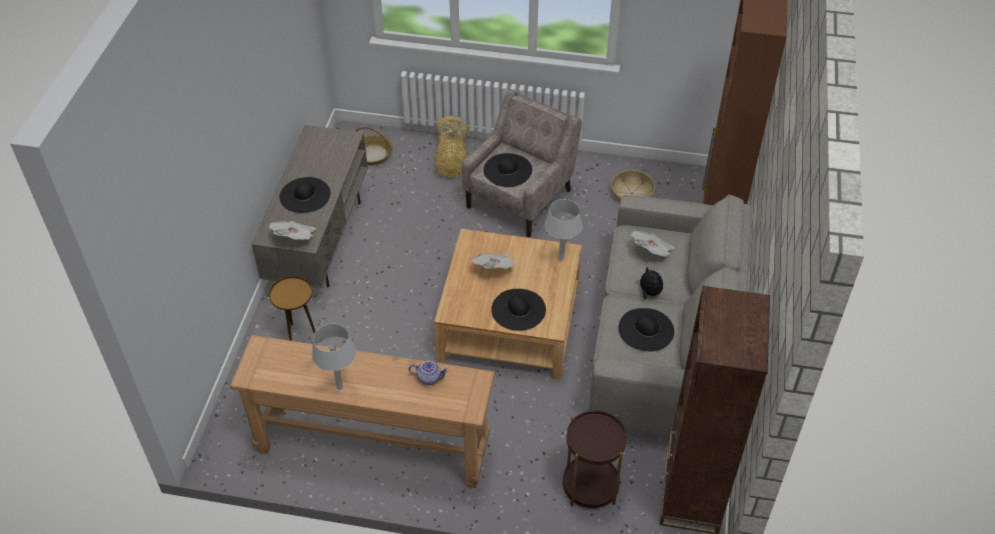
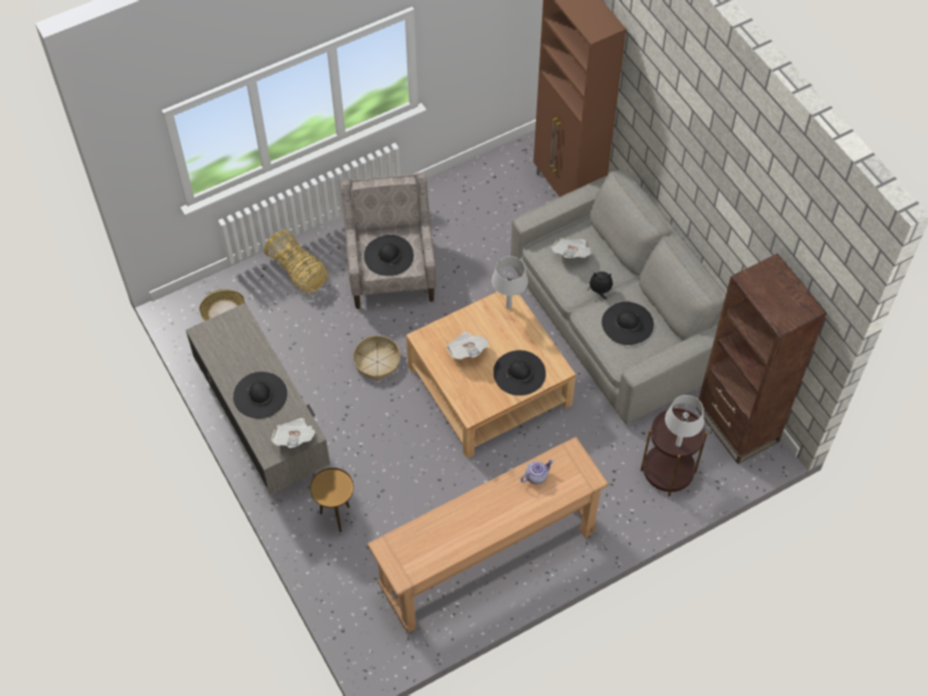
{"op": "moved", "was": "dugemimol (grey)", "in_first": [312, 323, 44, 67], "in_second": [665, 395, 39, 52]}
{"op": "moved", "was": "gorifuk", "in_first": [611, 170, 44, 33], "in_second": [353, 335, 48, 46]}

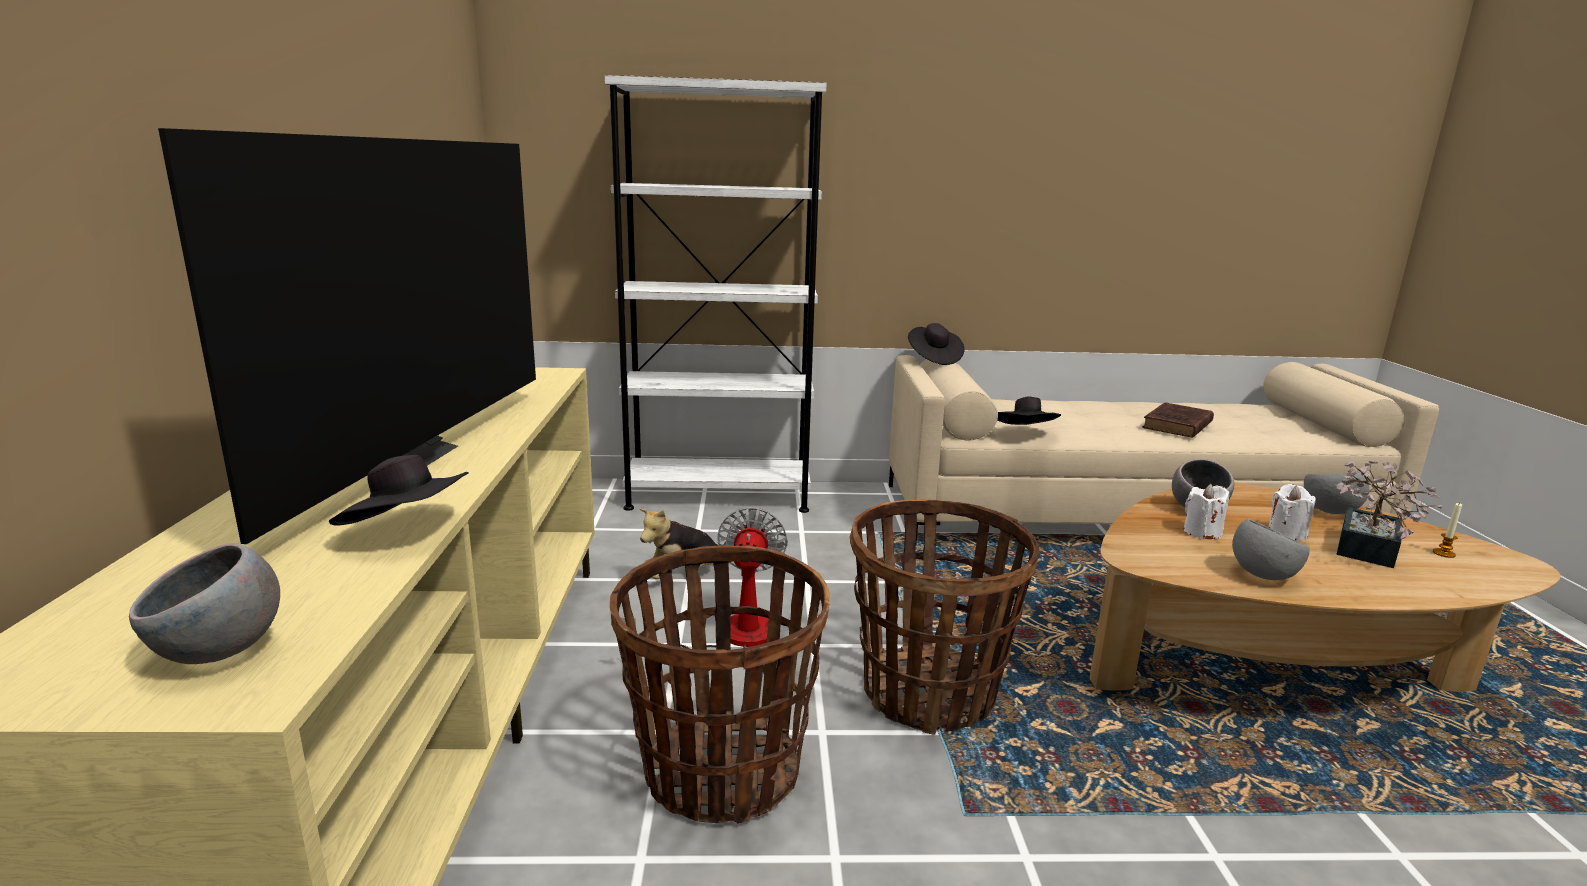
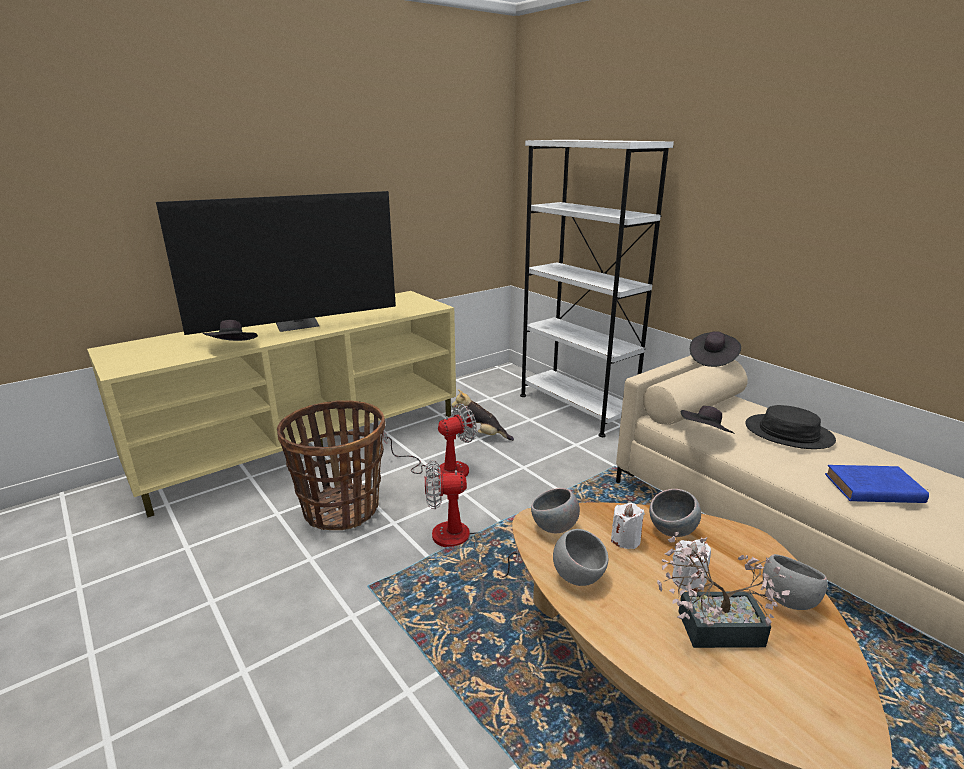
{"op": "removed", "was": "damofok", "in_first": [1433, 502, 29, 56]}
{"op": "added", "now": "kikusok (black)", "in_second": [745, 405, 91, 44]}
{"op": "moved", "was": "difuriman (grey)", "in_first": [129, 543, 151, 121], "in_second": [531, 488, 49, 45]}
{"op": "replaced", "was": "gorifuk", "now": "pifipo", "in_first": [850, 500, 189, 235], "in_second": [425, 460, 94, 118]}
{"op": "recoloured", "was": "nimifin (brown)", "now": "nimifin (blue)", "in_first": [1142, 402, 72, 36], "in_second": [825, 465, 104, 38]}

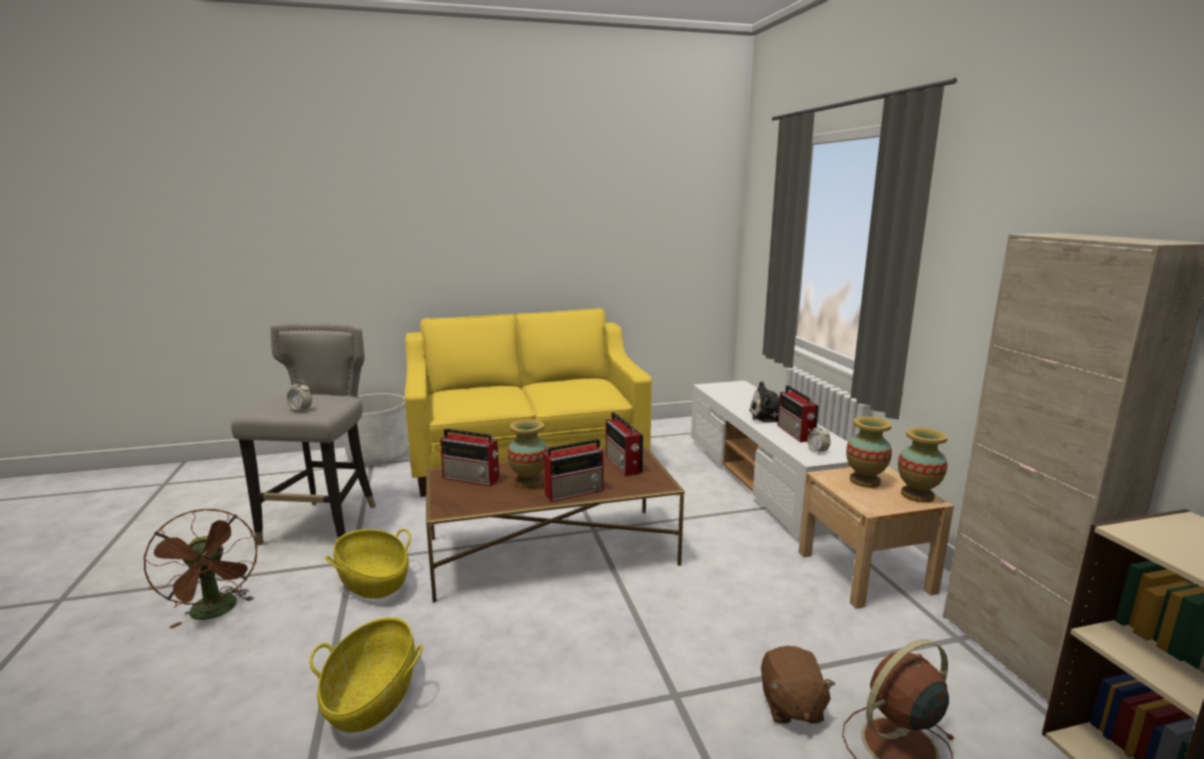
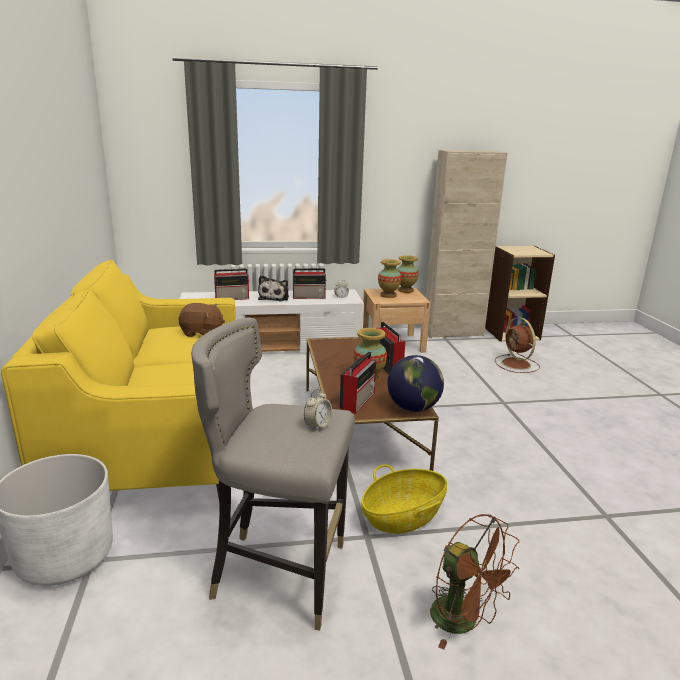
{"op": "removed", "was": "gorifuk", "in_first": [310, 617, 113, 115]}
{"op": "added", "now": "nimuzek", "in_second": [387, 355, 57, 57]}
{"op": "moved", "was": "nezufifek", "in_first": [606, 412, 37, 64], "in_second": [214, 268, 36, 32]}
{"op": "moved", "was": "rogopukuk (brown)", "in_first": [761, 646, 74, 78], "in_second": [179, 303, 46, 34]}
{"op": "turned", "was": "pifipo (brown)", "in_first": [143, 509, 114, 120], "in_second": [430, 514, 90, 135], "clockwise": 75}

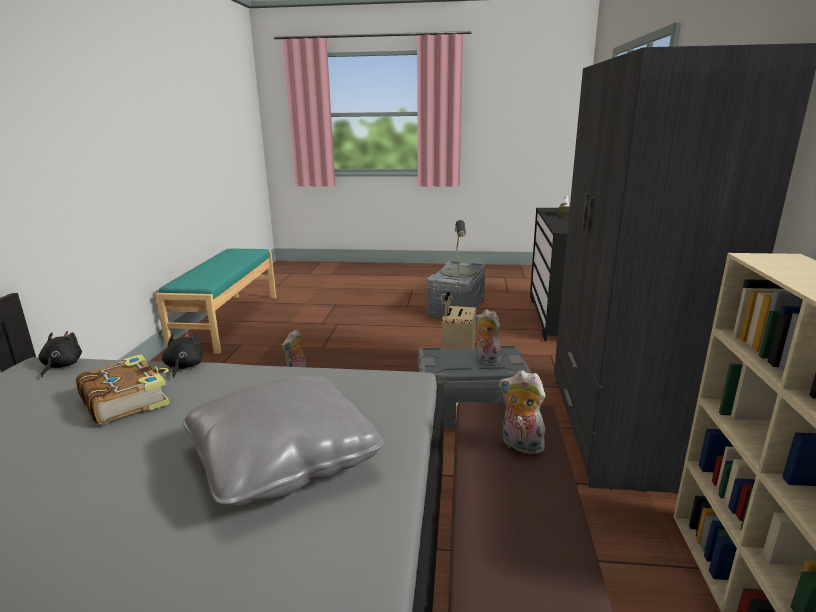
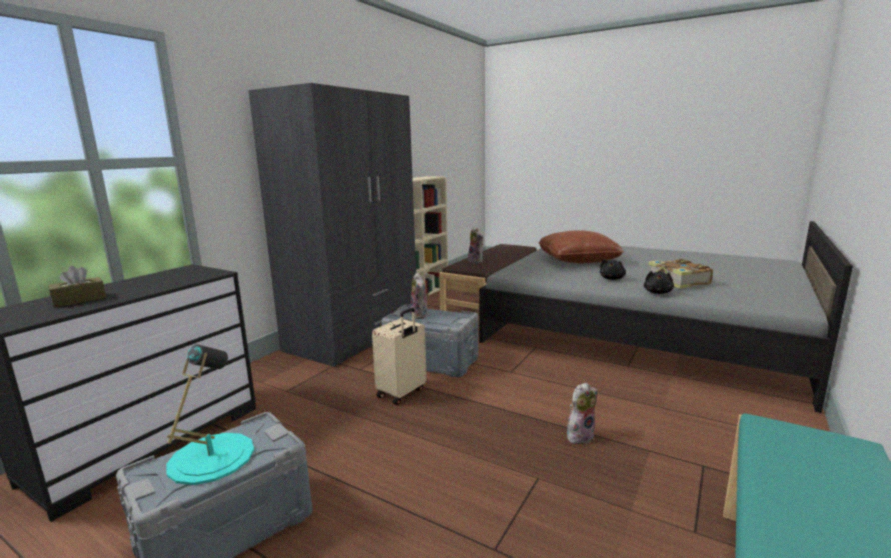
{"op": "moved", "was": "rogopukuk (black)", "in_first": [38, 331, 44, 46], "in_second": [600, 259, 26, 21]}
{"op": "recoloured", "was": "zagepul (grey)", "now": "zagepul (brown)", "in_first": [183, 375, 201, 132], "in_second": [538, 230, 86, 33]}
{"op": "recoloured", "was": "dugemimol (grey)", "now": "dugemimol (turquoise)", "in_first": [441, 220, 36, 58], "in_second": [167, 345, 87, 140]}

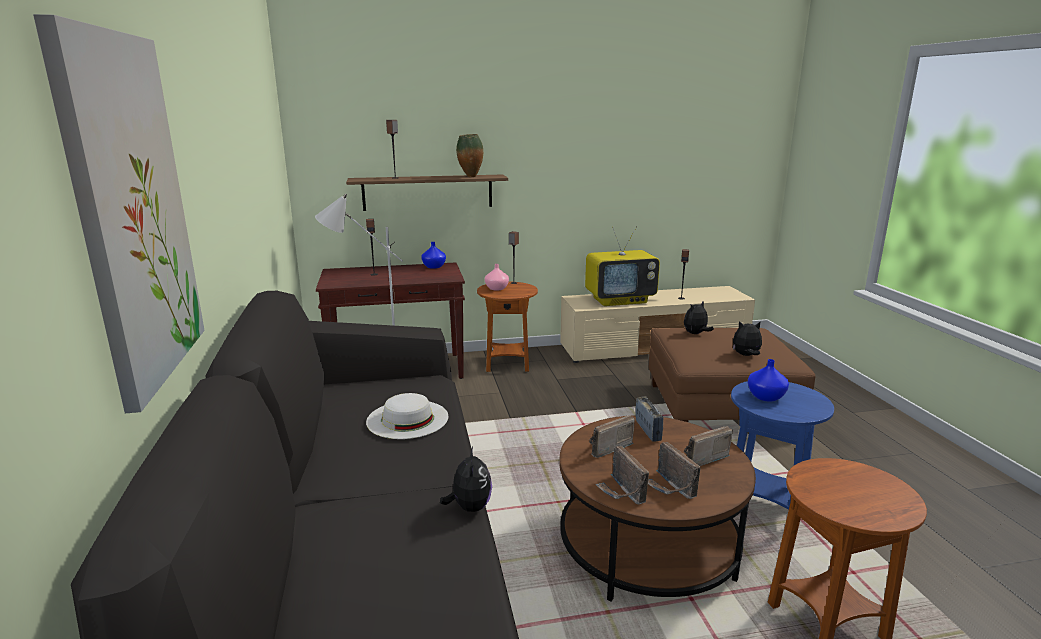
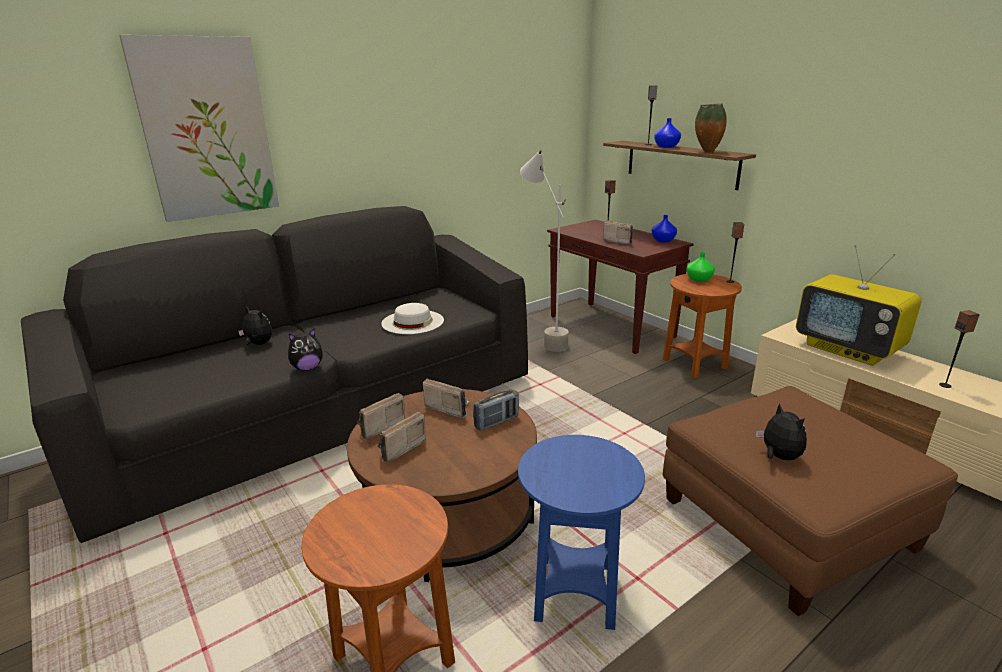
{"op": "moved", "was": "rogopukuk", "in_first": [684, 302, 30, 32], "in_second": [238, 306, 34, 39]}
{"op": "moved", "was": "nezufifek", "in_first": [684, 426, 49, 40], "in_second": [603, 221, 30, 23]}
{"op": "moved", "was": "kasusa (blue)", "in_first": [748, 359, 41, 43], "in_second": [654, 118, 27, 30]}
{"op": "recoloured", "was": "kasusa (pink)", "now": "kasusa (green)", "in_first": [485, 264, 24, 27], "in_second": [686, 252, 29, 30]}

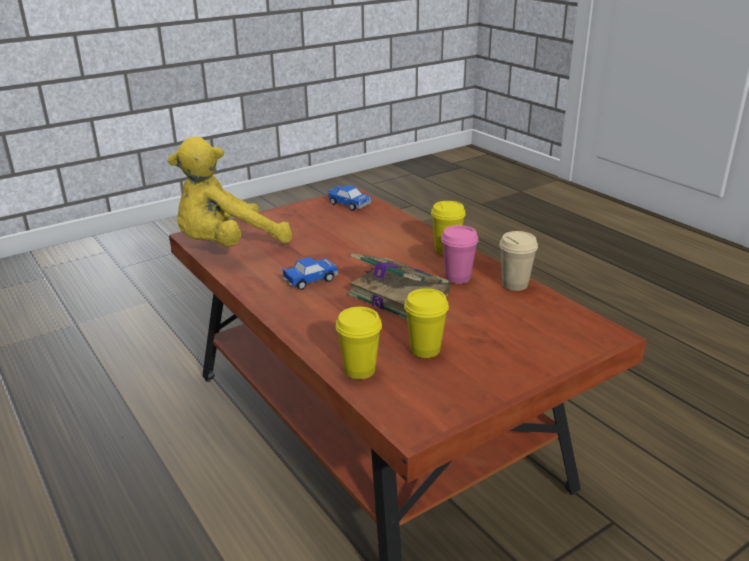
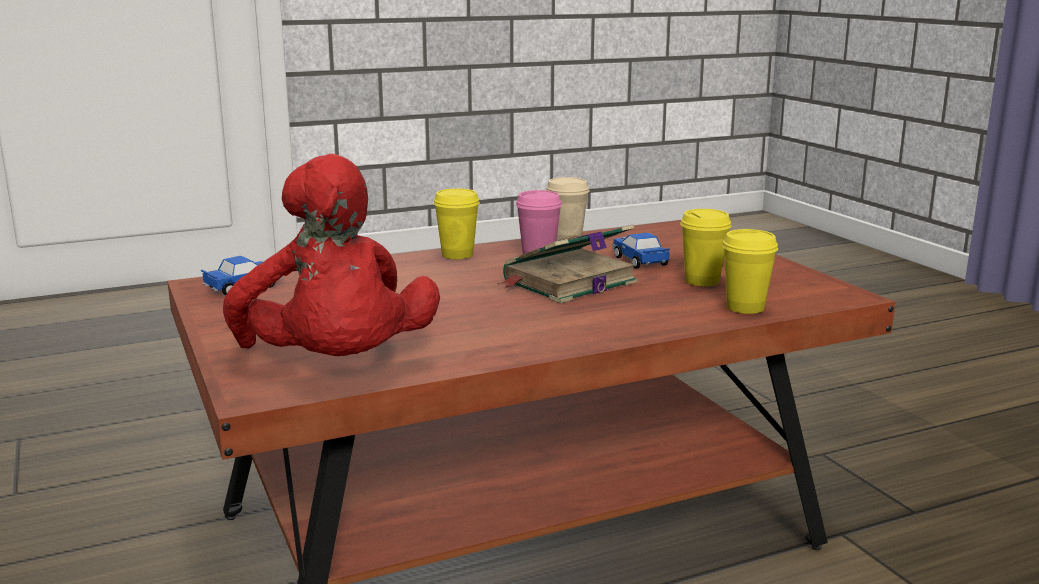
{"op": "moved", "was": "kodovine", "in_first": [282, 257, 56, 33], "in_second": [612, 233, 58, 36]}
{"op": "recoloured", "was": "rogopukuk (yellow)", "now": "rogopukuk (red)", "in_first": [168, 137, 124, 110], "in_second": [223, 154, 217, 202]}

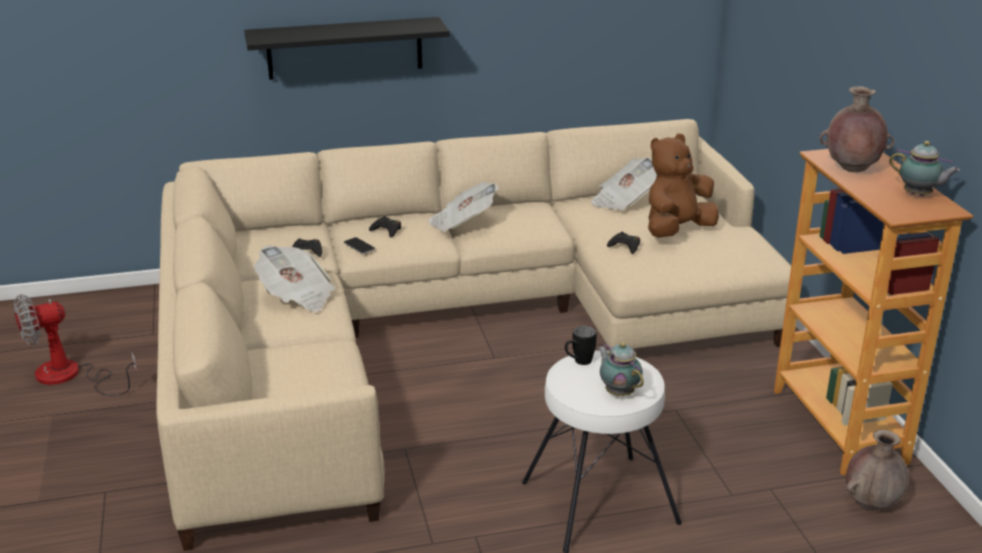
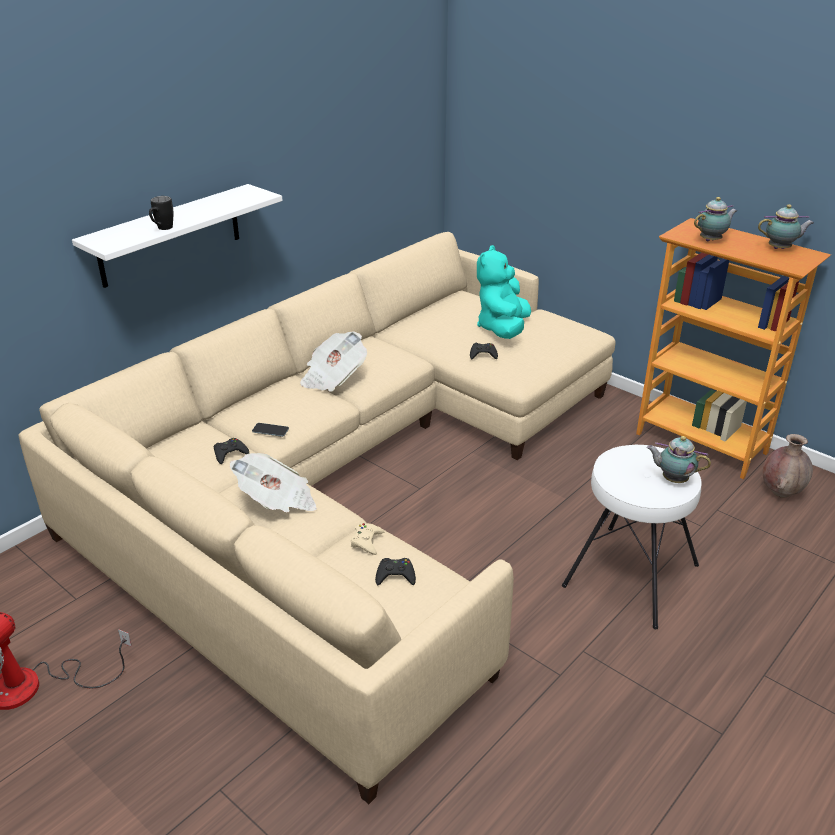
{"op": "removed", "was": "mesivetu", "in_first": [591, 157, 66, 54]}
{"op": "added", "now": "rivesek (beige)", "in_second": [350, 523, 34, 32]}
{"op": "moved", "was": "rivesek (black)", "in_first": [369, 216, 32, 22], "in_second": [375, 558, 41, 27]}
{"op": "moved", "was": "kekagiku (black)", "in_first": [565, 326, 32, 39], "in_second": [149, 196, 24, 34]}
{"op": "replaced", "was": "kasusa (brown)", "now": "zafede", "in_first": [820, 86, 75, 86], "in_second": [694, 197, 43, 45]}
{"op": "recoloured", "was": "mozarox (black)", "now": "mozarox (white)", "in_first": [244, 17, 206, 63], "in_second": [72, 184, 211, 104]}
{"op": "recoloured", "was": "rogopukuk (brown)", "now": "rogopukuk (turquoise)", "in_first": [648, 133, 71, 105], "in_second": [477, 245, 54, 94]}

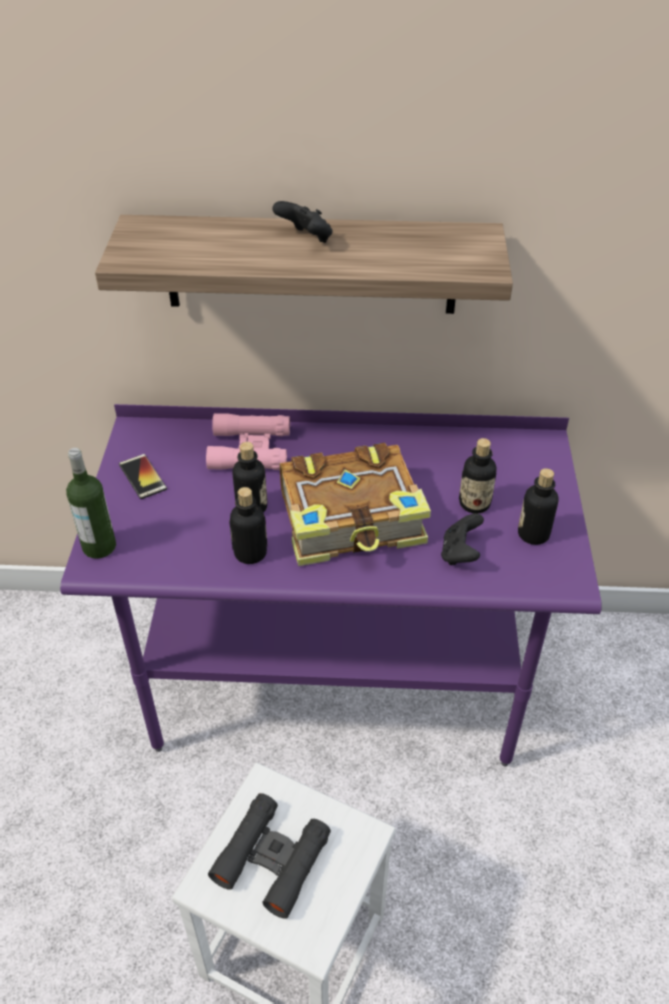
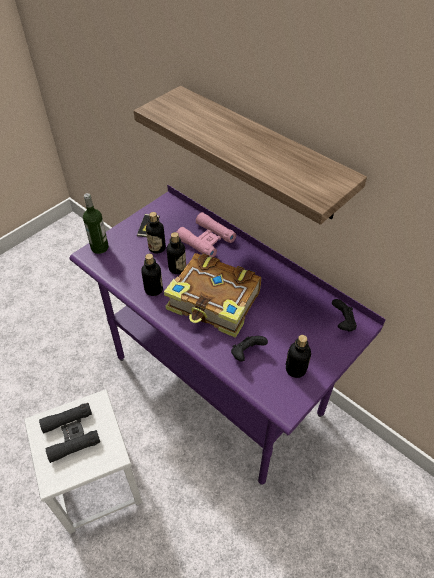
{"op": "moved", "was": "rivesek (black)", "in_first": [272, 201, 61, 42], "in_second": [332, 299, 25, 33]}
{"op": "moved", "was": "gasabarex", "in_first": [459, 438, 38, 75], "in_second": [146, 212, 20, 42]}

